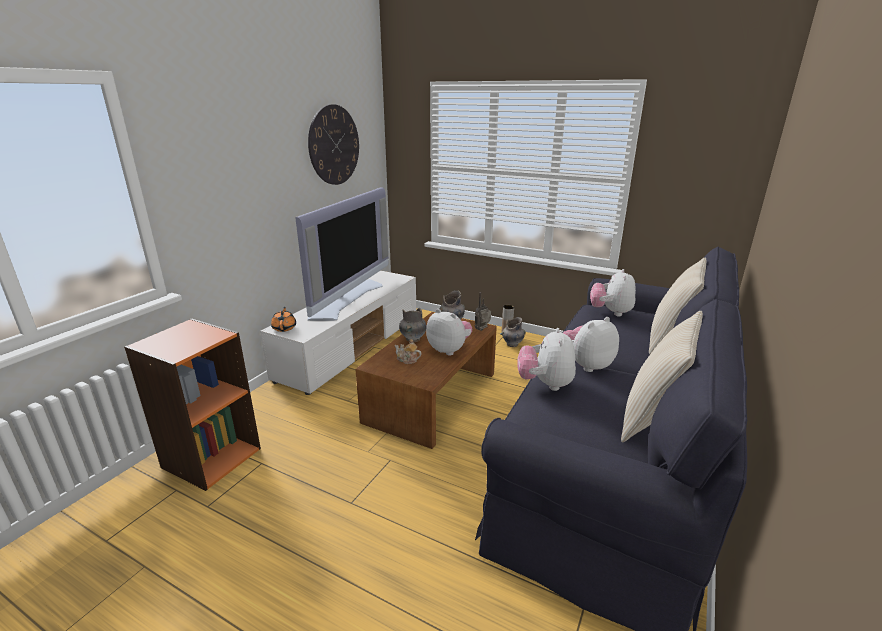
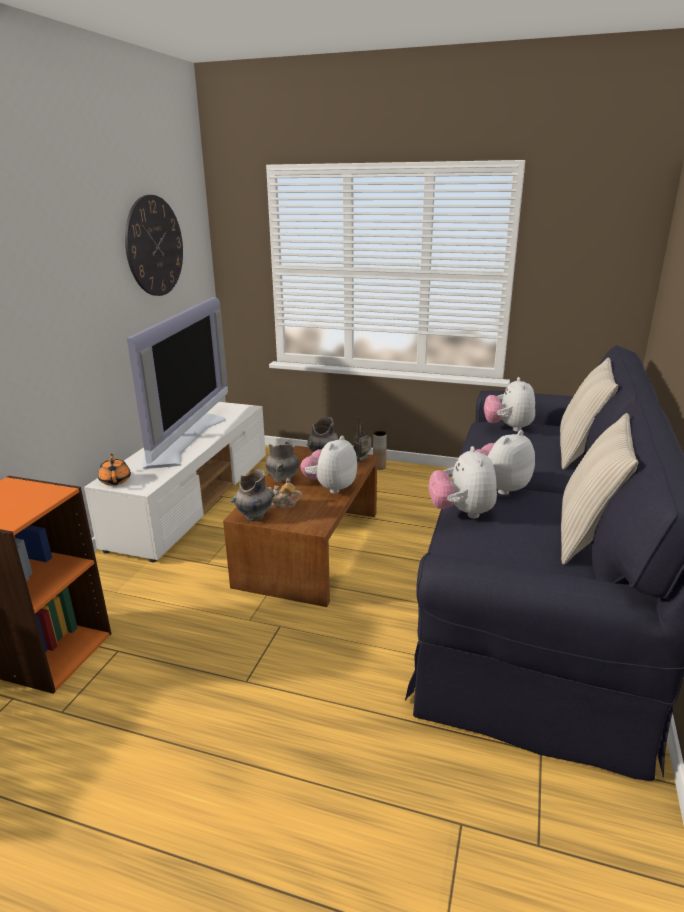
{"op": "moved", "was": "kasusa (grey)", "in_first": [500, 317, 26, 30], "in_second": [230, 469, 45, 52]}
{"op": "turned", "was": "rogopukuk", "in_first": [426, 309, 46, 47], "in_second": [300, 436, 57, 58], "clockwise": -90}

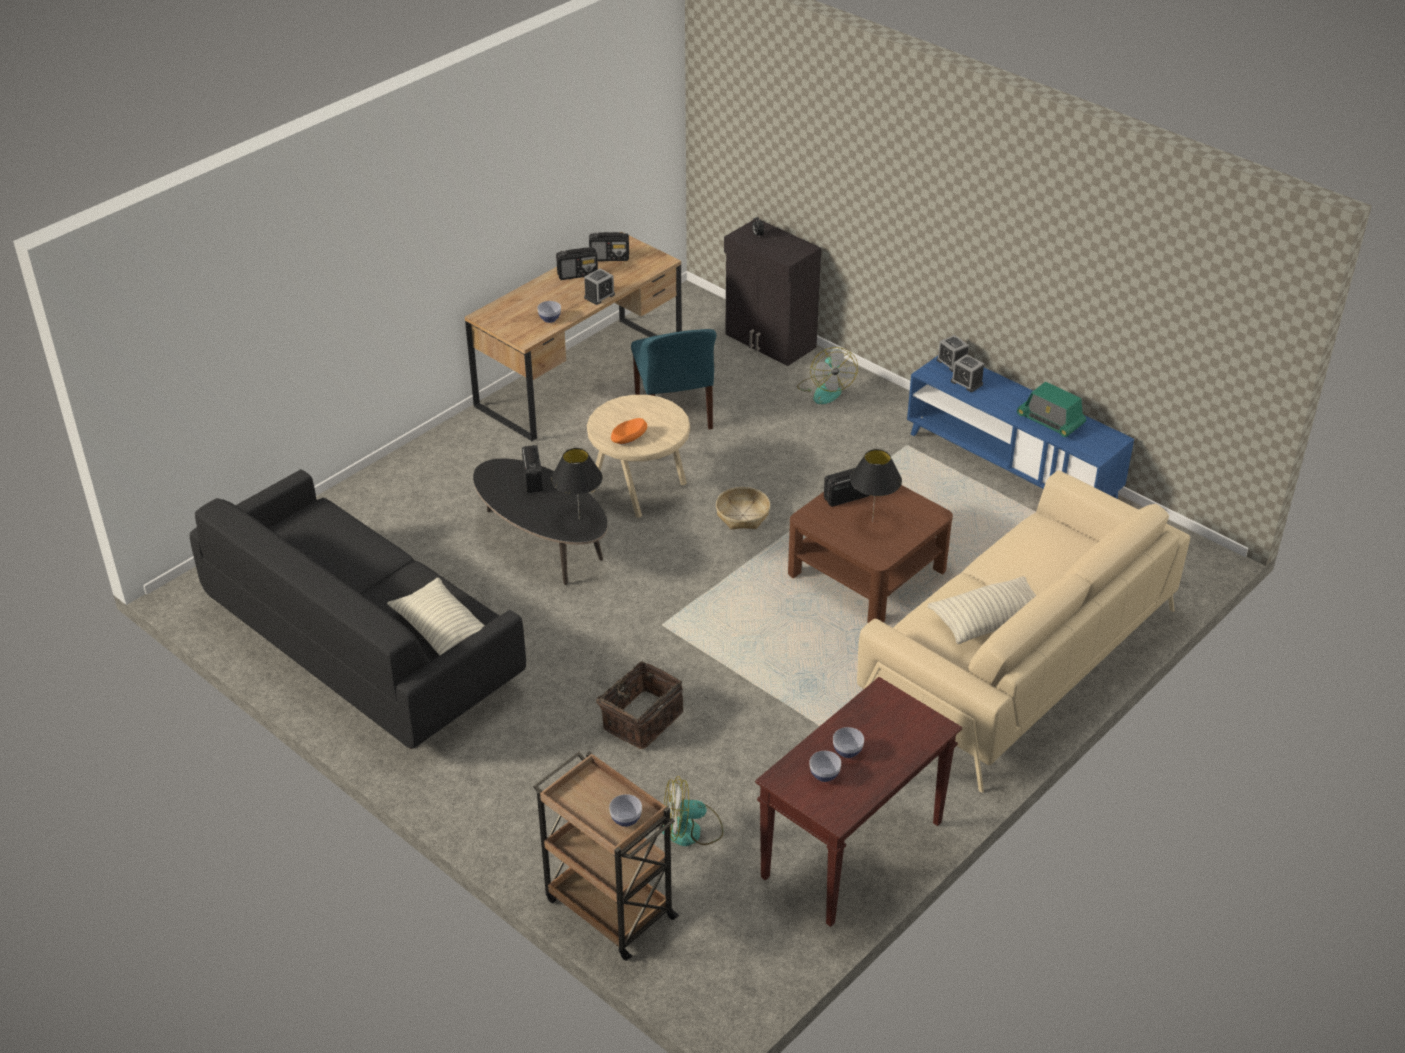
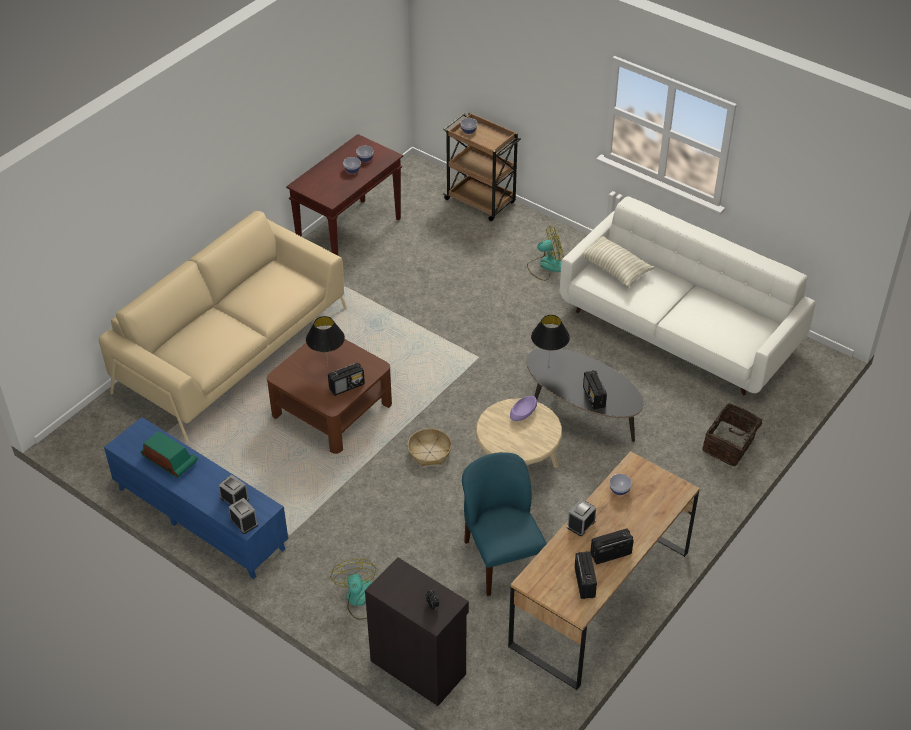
{"op": "removed", "was": "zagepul", "in_first": [928, 576, 109, 68]}
{"op": "moved", "was": "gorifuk", "in_first": [590, 661, 93, 88], "in_second": [702, 403, 68, 64]}
{"op": "moved", "was": "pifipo", "in_first": [662, 776, 62, 70], "in_second": [527, 226, 37, 55]}
{"op": "recoloured", "was": "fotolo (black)", "now": "fotolo (white)", "in_first": [190, 469, 336, 280], "in_second": [560, 196, 255, 199]}
{"op": "recoloured", "was": "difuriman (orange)", "now": "difuriman (purple)", "in_first": [611, 418, 36, 27], "in_second": [510, 396, 27, 25]}
{"op": "turned", "was": "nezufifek", "in_first": [589, 232, 40, 29], "in_second": [575, 551, 22, 48], "clockwise": 90}

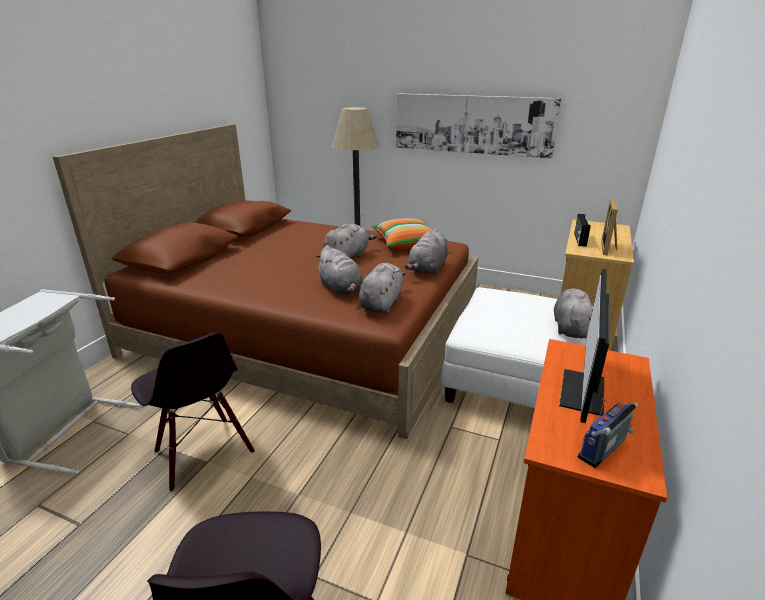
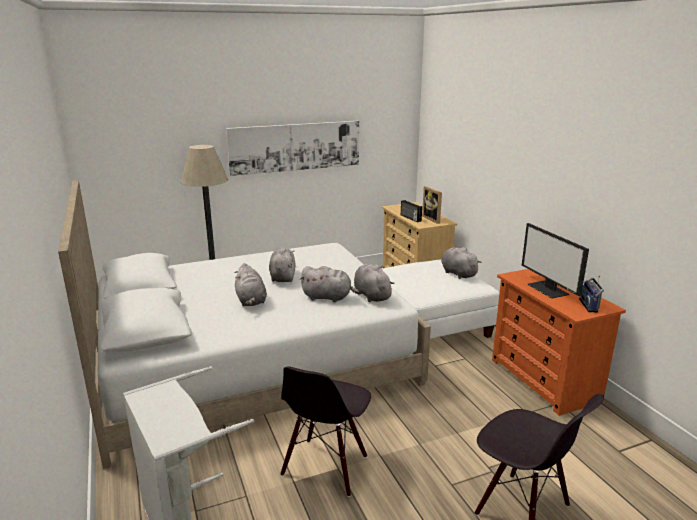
{"op": "removed", "was": "zagepul", "in_first": [371, 218, 76, 31]}
{"op": "moved", "was": "rogopukuk (grey)", "in_first": [404, 229, 44, 46], "in_second": [235, 263, 32, 43]}
{"op": "recoloured", "was": "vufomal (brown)", "now": "vufomal (white)", "in_first": [53, 124, 425, 315], "in_second": [58, 180, 373, 289]}
{"op": "turned", "was": "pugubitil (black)", "in_first": [131, 333, 124, 159], "in_second": [280, 366, 91, 131], "clockwise": 105}

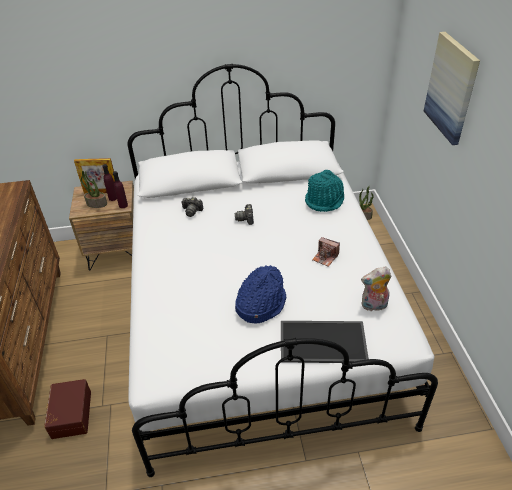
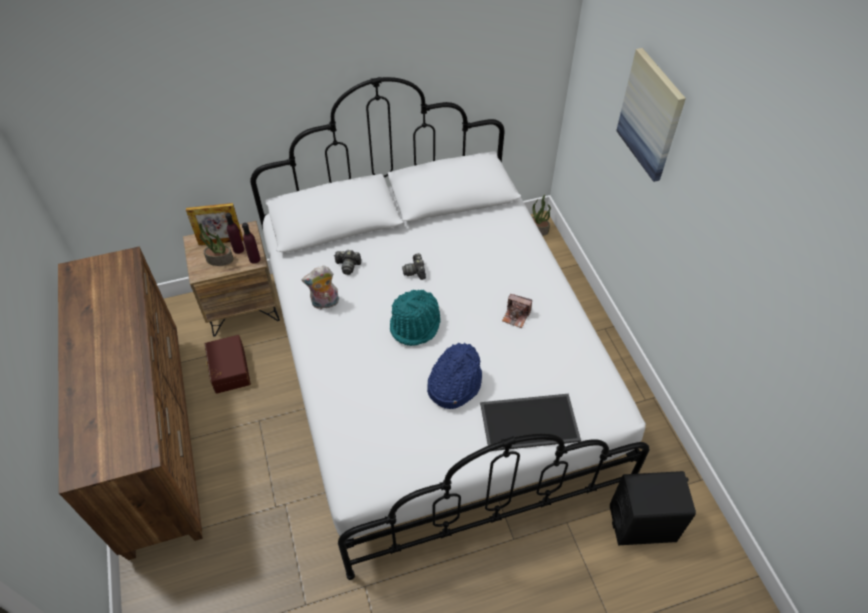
{"op": "added", "now": "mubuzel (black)", "in_second": [610, 471, 86, 74]}
{"op": "moved", "was": "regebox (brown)", "in_first": [44, 379, 47, 60], "in_second": [205, 335, 46, 59]}
{"op": "moved", "was": "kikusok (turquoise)", "in_first": [305, 170, 39, 42], "in_second": [390, 290, 51, 56]}
{"op": "moved", "was": "rogopukuk", "in_first": [361, 267, 30, 44], "in_second": [302, 266, 37, 43]}

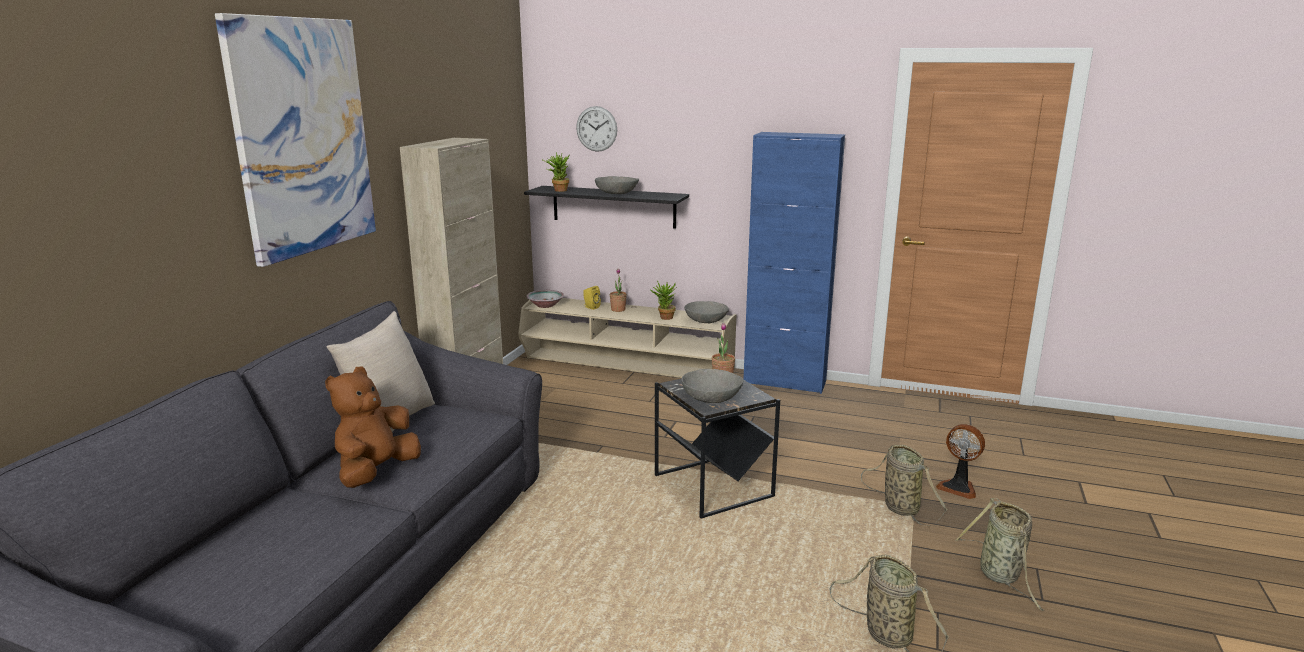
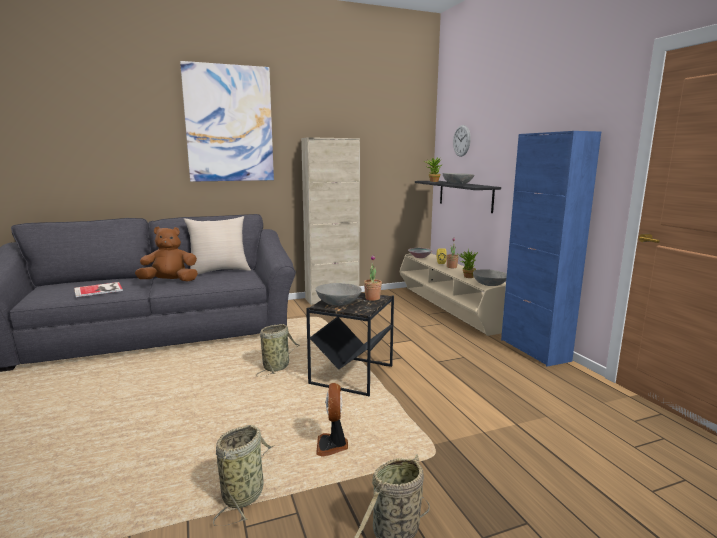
{"op": "added", "now": "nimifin", "in_second": [74, 282, 49, 15]}
{"op": "moved", "was": "gorifuk", "in_first": [861, 445, 86, 81], "in_second": [256, 324, 44, 52]}
{"op": "moved", "was": "pifipo", "in_first": [936, 424, 49, 75], "in_second": [316, 383, 32, 73]}

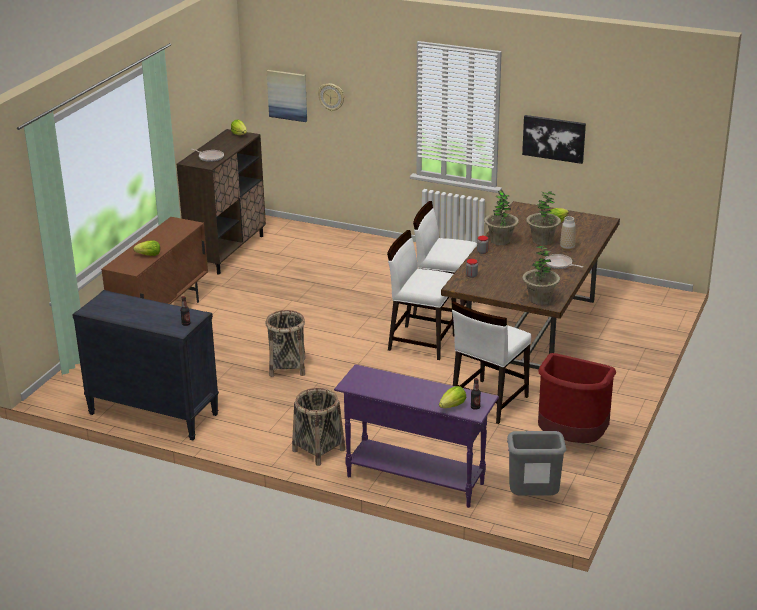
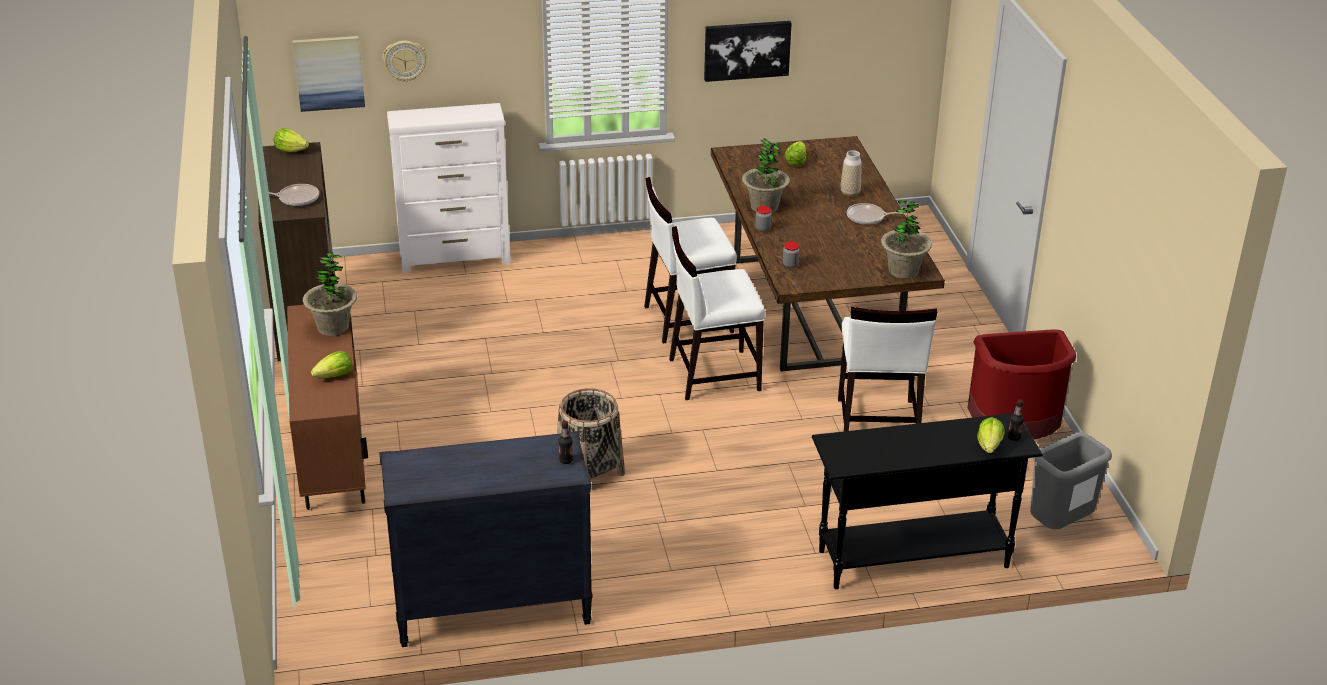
{"op": "removed", "was": "gorifuk", "in_first": [292, 388, 53, 78]}
{"op": "added", "now": "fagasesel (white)", "in_second": [387, 103, 123, 170]}
{"op": "moved", "was": "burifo", "in_first": [526, 191, 35, 54], "in_second": [303, 252, 54, 84]}
{"op": "recoloured", "was": "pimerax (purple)", "now": "pimerax (black)", "in_first": [334, 364, 165, 144], "in_second": [812, 413, 231, 176]}

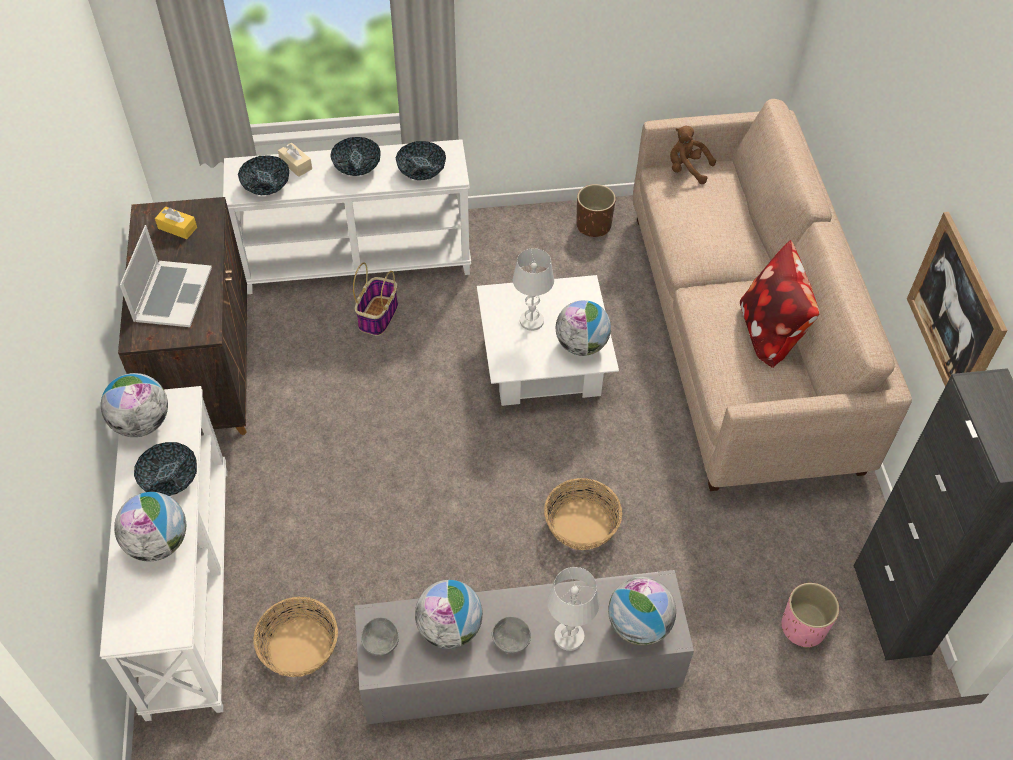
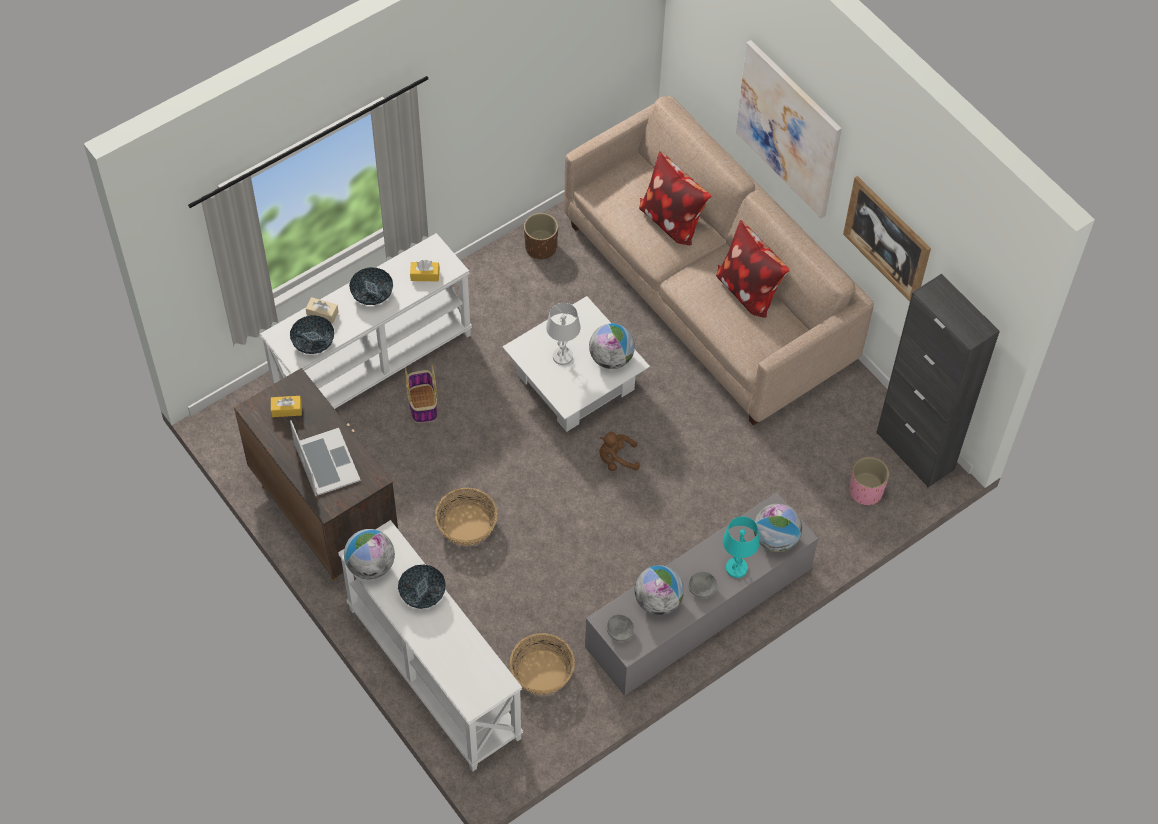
{"op": "removed", "was": "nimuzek", "in_first": [114, 492, 72, 69]}
{"op": "added", "now": "zagepul", "in_second": [639, 151, 72, 94]}
{"op": "added", "now": "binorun", "in_second": [736, 40, 106, 178]}
{"op": "moved", "was": "gorifuk", "in_first": [544, 478, 78, 72], "in_second": [435, 488, 63, 58]}
{"op": "moved", "was": "rogopukuk (brown)", "in_first": [670, 126, 46, 58], "in_second": [599, 431, 41, 40]}
{"op": "replaced", "was": "difuriman", "now": "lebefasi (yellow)", "in_first": [396, 141, 50, 39], "in_second": [410, 260, 30, 21]}
{"op": "recoloured", "was": "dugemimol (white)", "now": "dugemimol (turquoise)", "in_first": [547, 567, 52, 84], "in_second": [723, 516, 37, 62]}

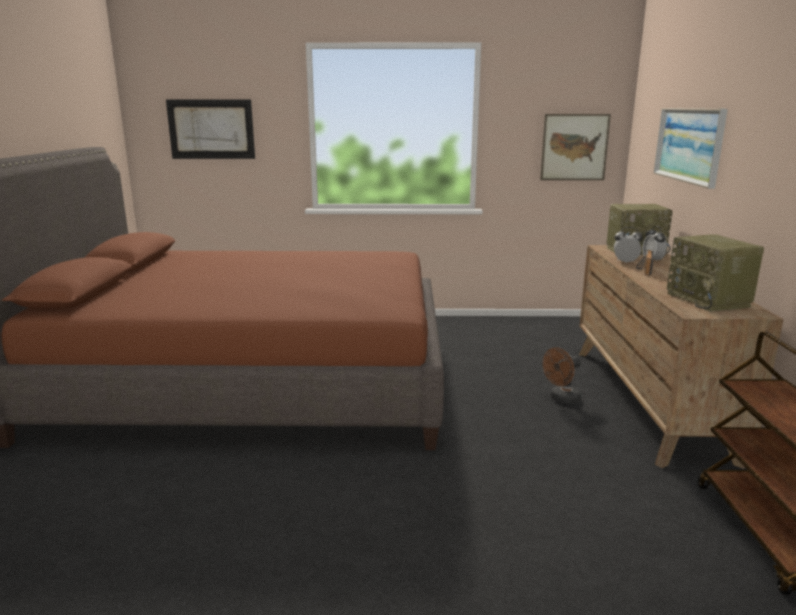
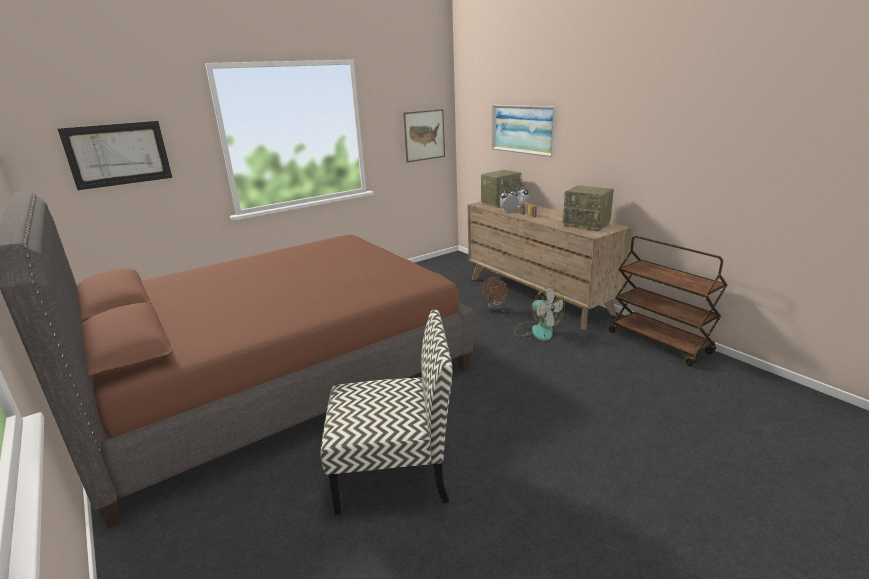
{"op": "added", "now": "pugubitil", "in_second": [321, 309, 132, 206]}
{"op": "added", "now": "pifipo", "in_second": [514, 287, 51, 54]}

